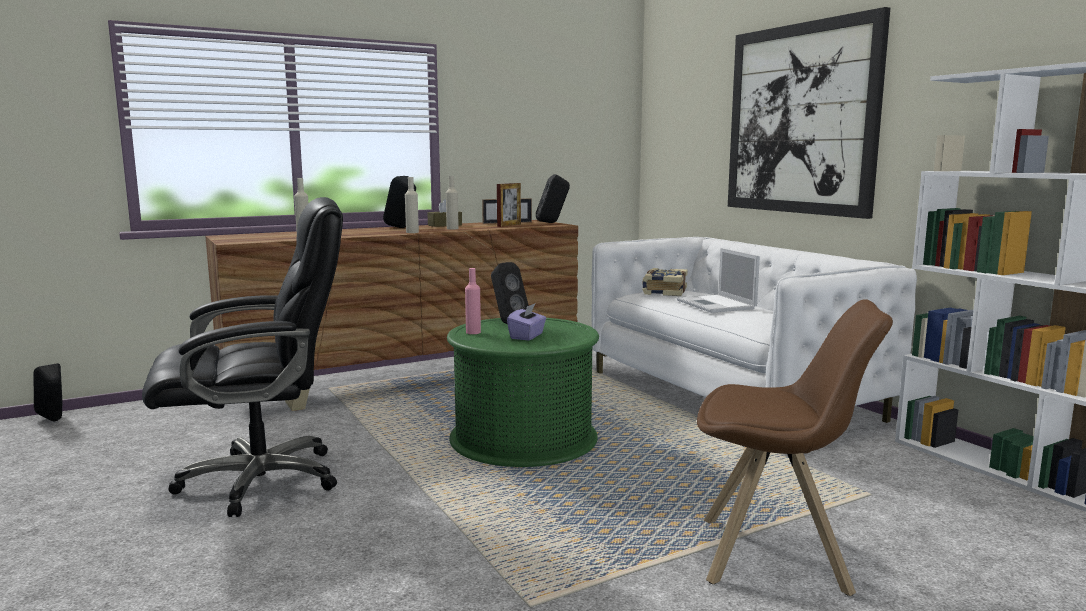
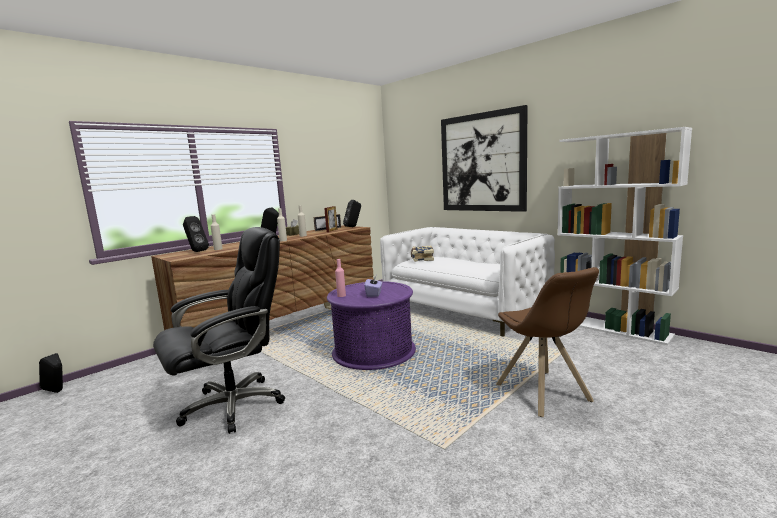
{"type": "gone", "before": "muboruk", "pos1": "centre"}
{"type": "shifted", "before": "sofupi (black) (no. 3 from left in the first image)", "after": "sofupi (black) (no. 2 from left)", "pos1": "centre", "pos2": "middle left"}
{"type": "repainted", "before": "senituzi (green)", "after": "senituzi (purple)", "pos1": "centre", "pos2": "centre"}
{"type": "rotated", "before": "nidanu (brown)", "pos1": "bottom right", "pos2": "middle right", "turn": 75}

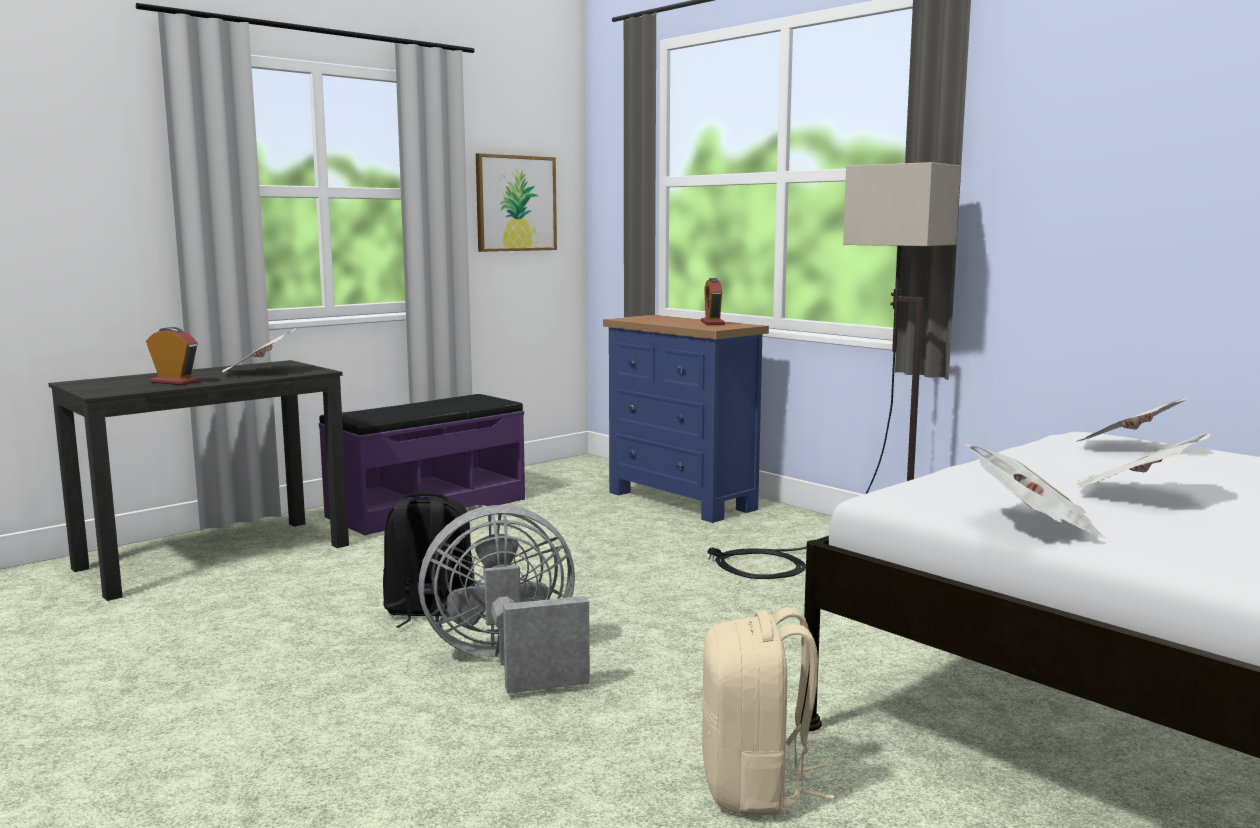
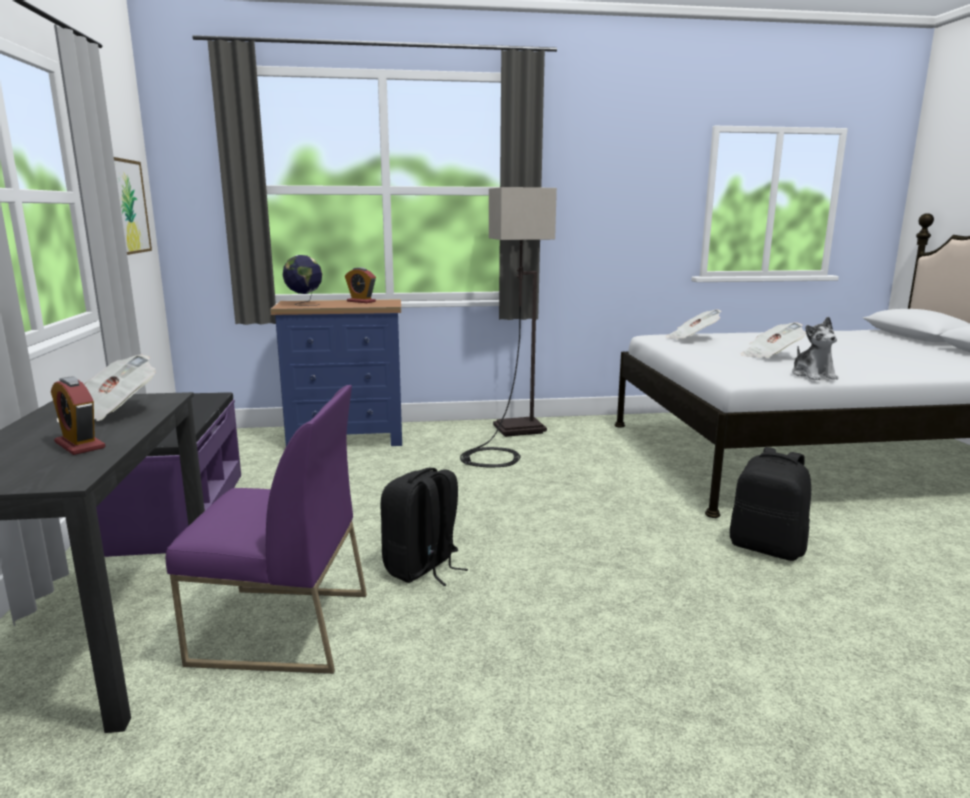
{"type": "gone", "before": "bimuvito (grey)", "pos1": "bottom centre"}
{"type": "new", "after": "nidanu (purple)", "pos2": "middle left"}
{"type": "new", "after": "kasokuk", "pos2": "middle left"}
{"type": "swapped", "before": "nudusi (no. 2 from left)", "after": "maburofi", "pos1": "middle right", "pos2": "middle right"}
{"type": "repainted", "before": "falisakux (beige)", "after": "falisakux (black) (no. 2 from left)", "pos1": "bottom centre", "pos2": "middle right"}
{"type": "rotated", "before": "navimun (no. 1 from left)", "pos1": "middle left", "pos2": "middle left", "turn": -105}

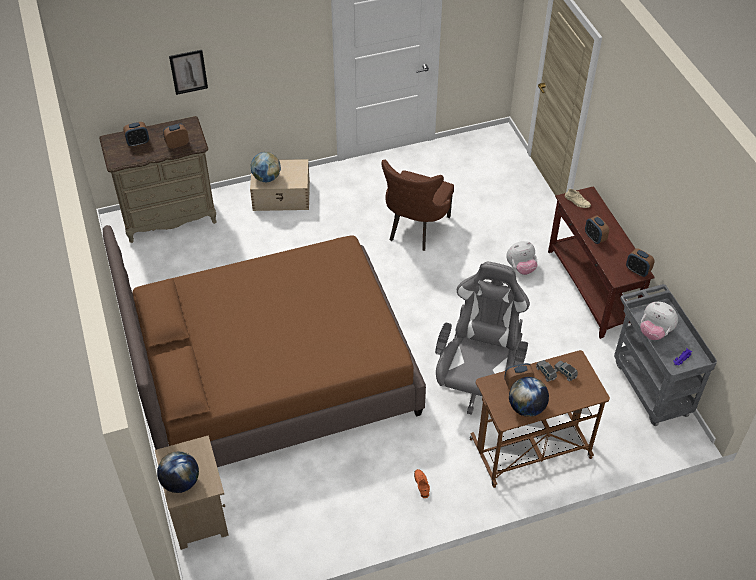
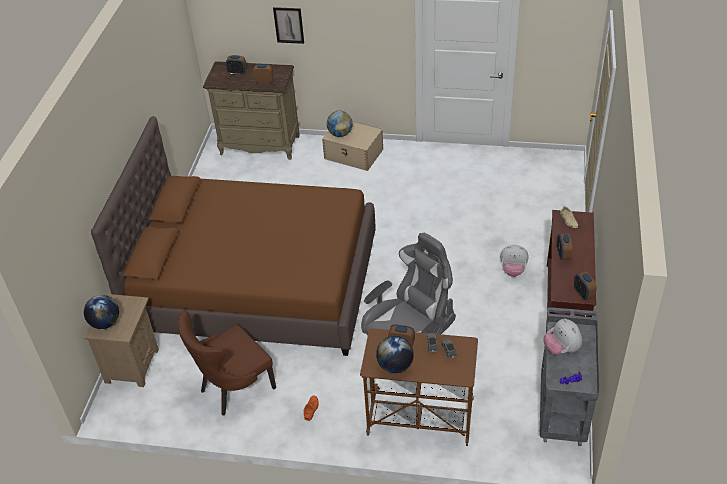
{"type": "shifted", "before": "nidanu (brown)", "pos1": "centre", "pos2": "bottom left"}

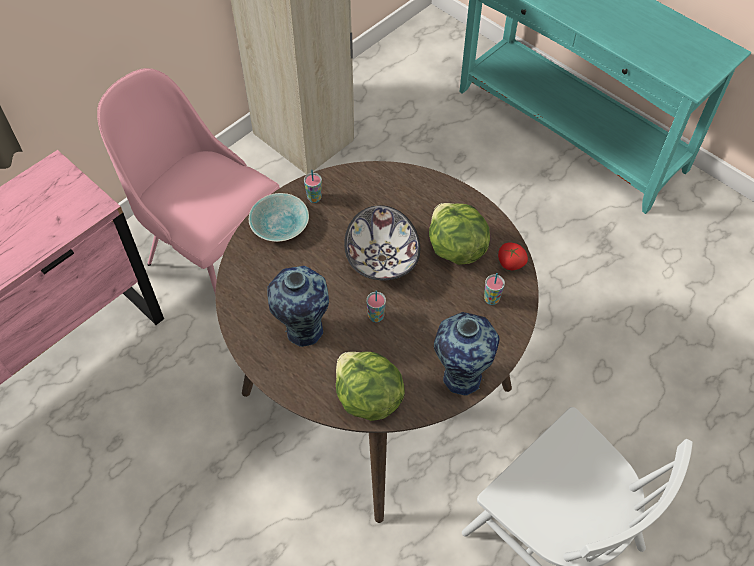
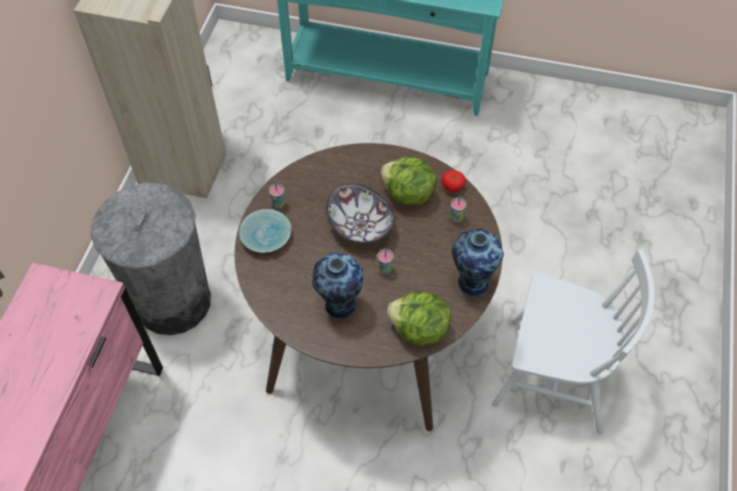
{"type": "swapped", "before": "nidanu (pink)", "after": "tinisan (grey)", "pos1": "top left", "pos2": "middle left"}

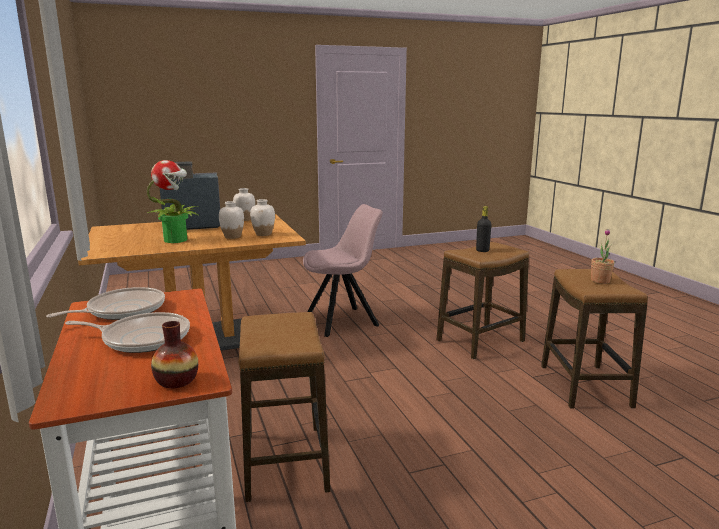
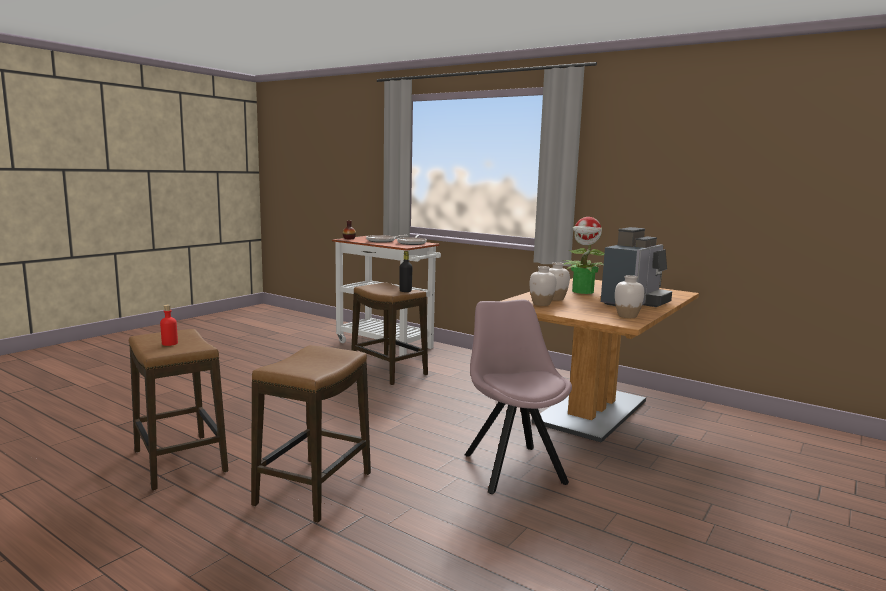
{"type": "shifted", "before": "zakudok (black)", "pos1": "middle right", "pos2": "centre"}
{"type": "swapped", "before": "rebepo (no. 2 from left)", "after": "zakudok (red)", "pos1": "middle right", "pos2": "middle left"}
{"type": "rotated", "before": "nidanu (pink)", "pos1": "centre", "pos2": "bottom centre", "turn": 135}

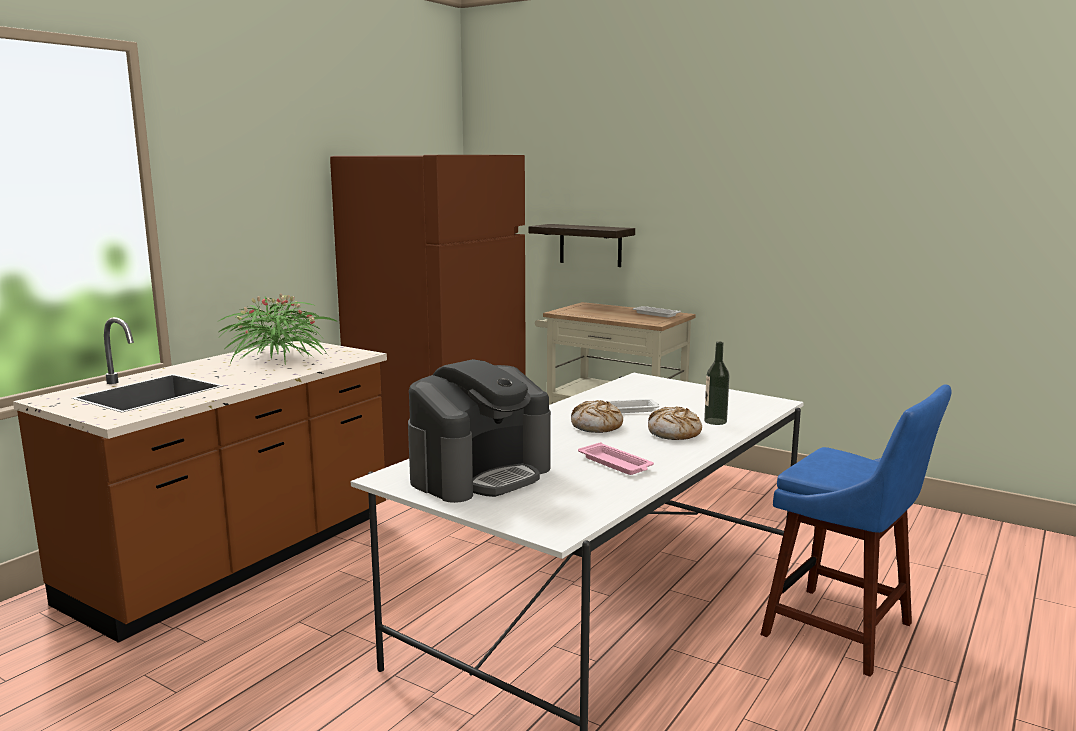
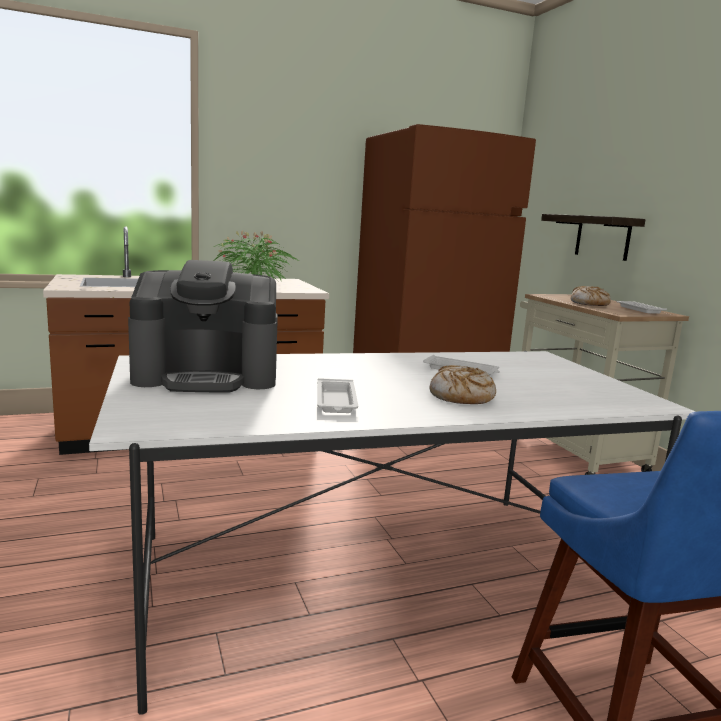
{"type": "gone", "before": "zakudok", "pos1": "centre"}
{"type": "shifted", "before": "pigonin (no. 1 from left in the first image)", "after": "pigonin (no. 2 from left)", "pos1": "centre", "pos2": "middle right"}
{"type": "repainted", "before": "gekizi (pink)", "after": "gekizi (white) (no. 1 from left)", "pos1": "centre", "pos2": "centre"}

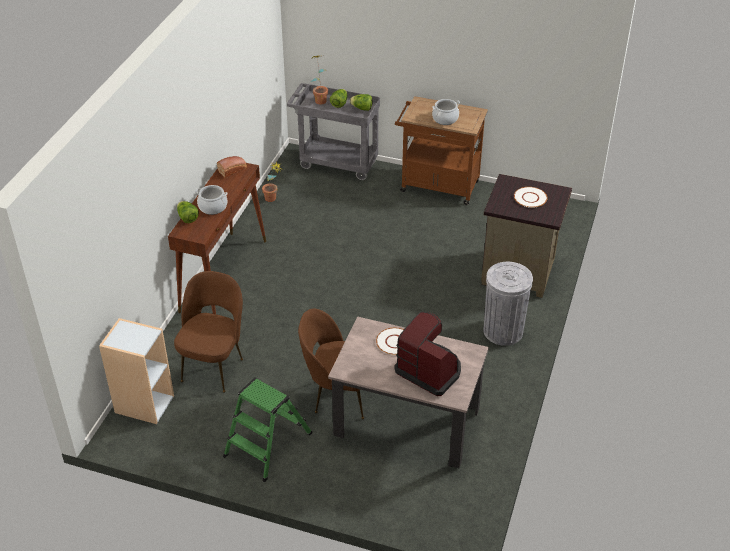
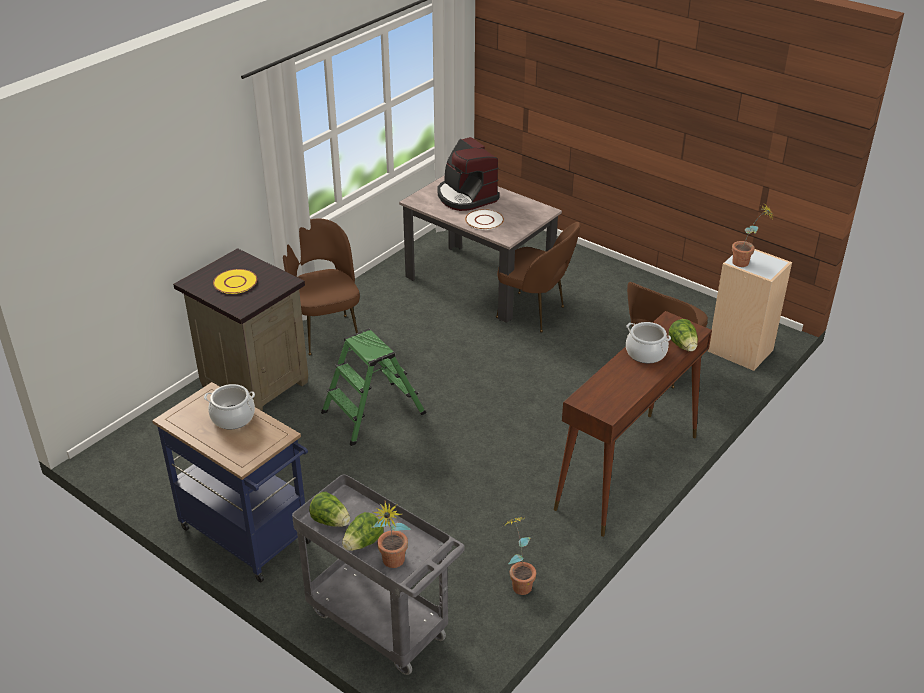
{"type": "gone", "before": "pigonin", "pos1": "top left"}
{"type": "new", "after": "rebepo (no. 3 from left)", "pos2": "middle right"}
{"type": "shifted", "before": "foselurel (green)", "pos1": "bottom centre", "pos2": "centre"}
{"type": "swapped", "before": "tinisan (grey)", "after": "nidanu (brown) (no. 1 from left)", "pos1": "middle right", "pos2": "centre"}
{"type": "repainted", "before": "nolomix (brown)", "after": "nolomix (blue)", "pos1": "top centre", "pos2": "bottom left"}
{"type": "repainted", "before": "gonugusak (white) (no. 2 from left)", "after": "gonugusak (yellow)", "pos1": "middle right", "pos2": "middle left"}

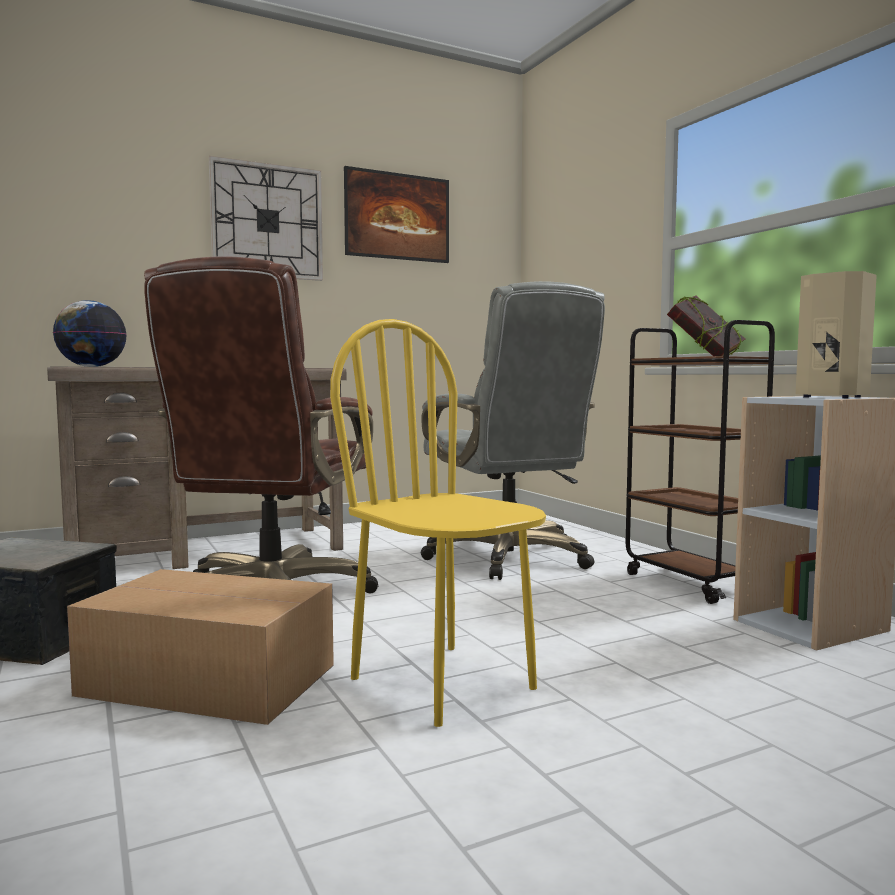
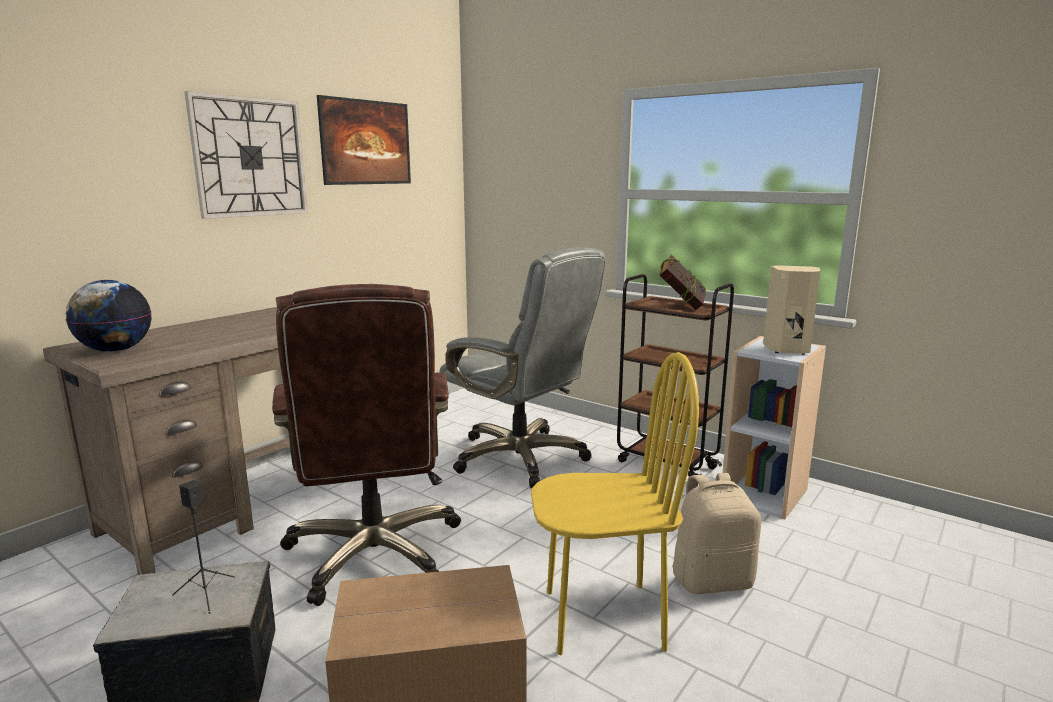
{"type": "new", "after": "sofupi (black)", "pos2": "bottom left"}
{"type": "new", "after": "falisakux (beige)", "pos2": "bottom right"}
{"type": "rotated", "before": "nidanu (yellow)", "pos1": "centre", "pos2": "bottom centre", "turn": 150}

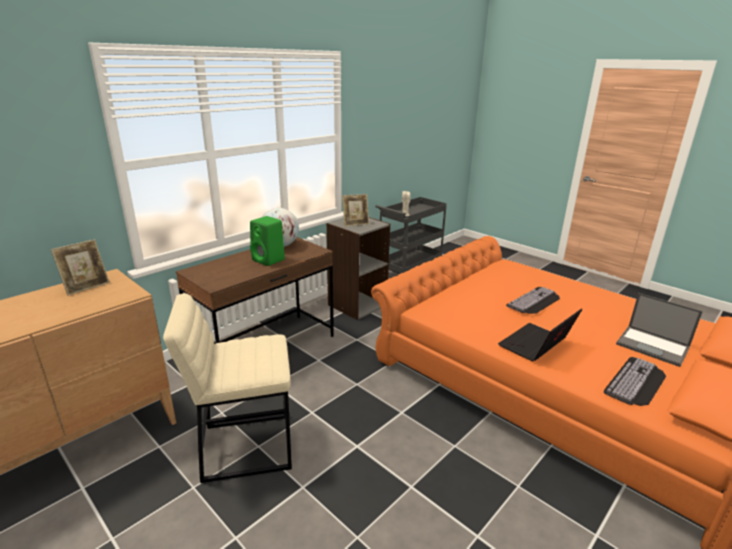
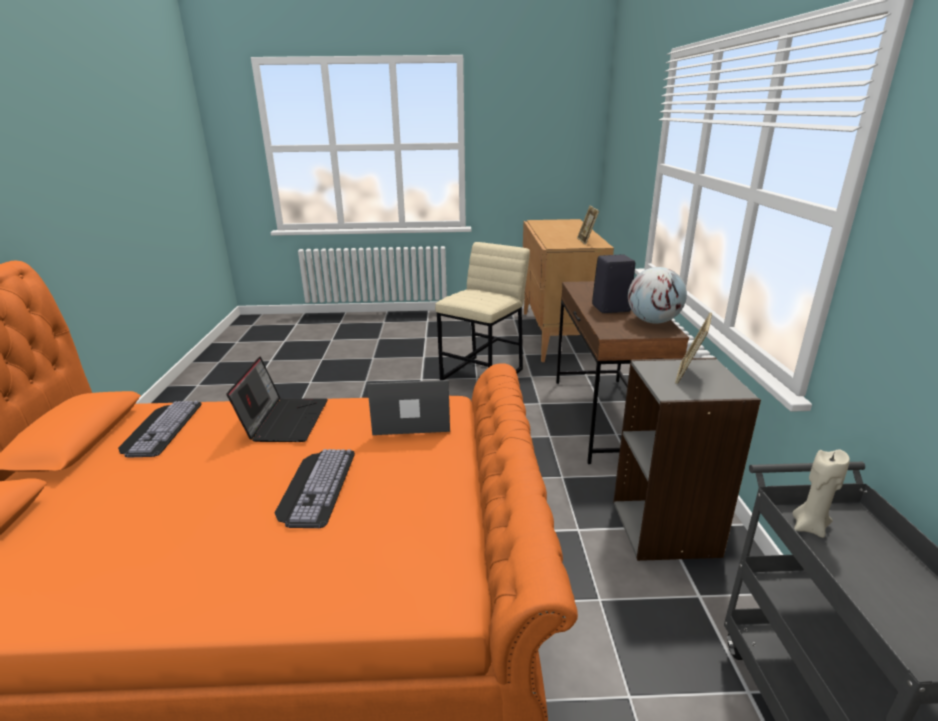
{"type": "shifted", "before": "muboruk (no. 2 from left)", "pos1": "middle right", "pos2": "centre"}
{"type": "repainted", "before": "sofupi (green)", "after": "sofupi (black)", "pos1": "centre", "pos2": "centre"}

